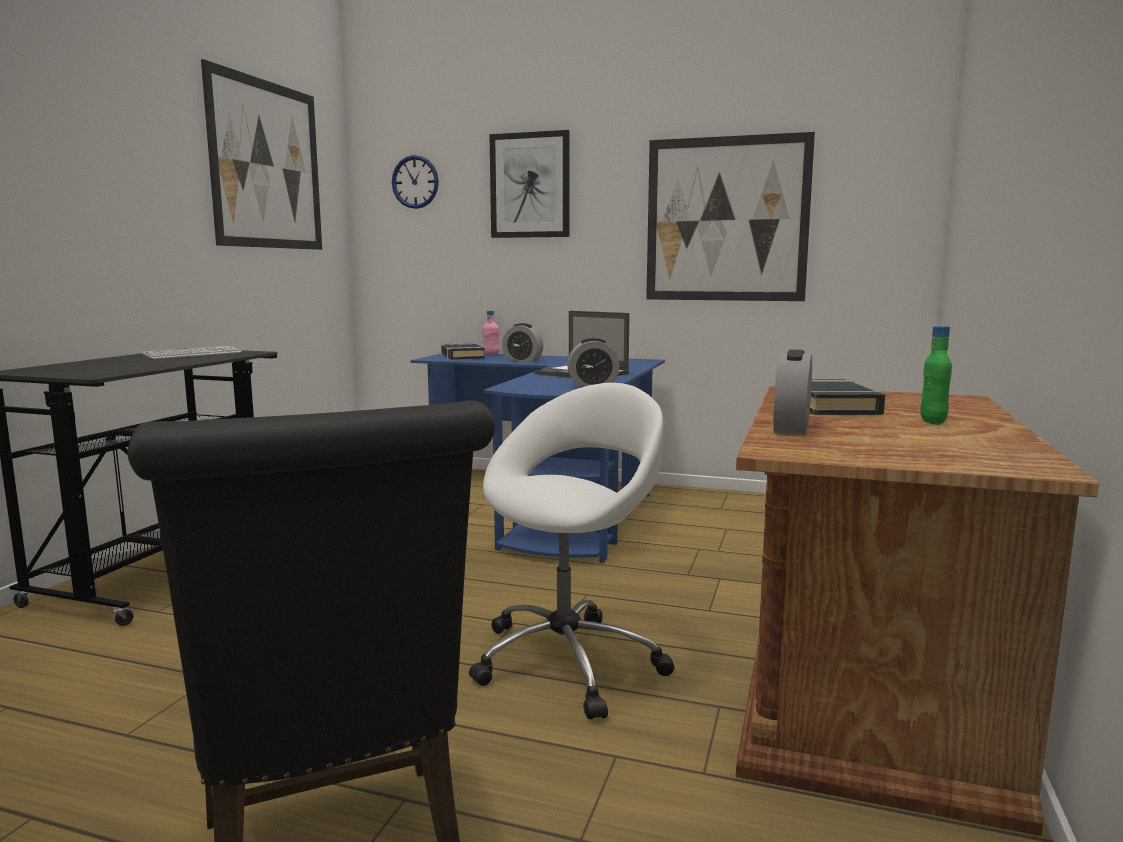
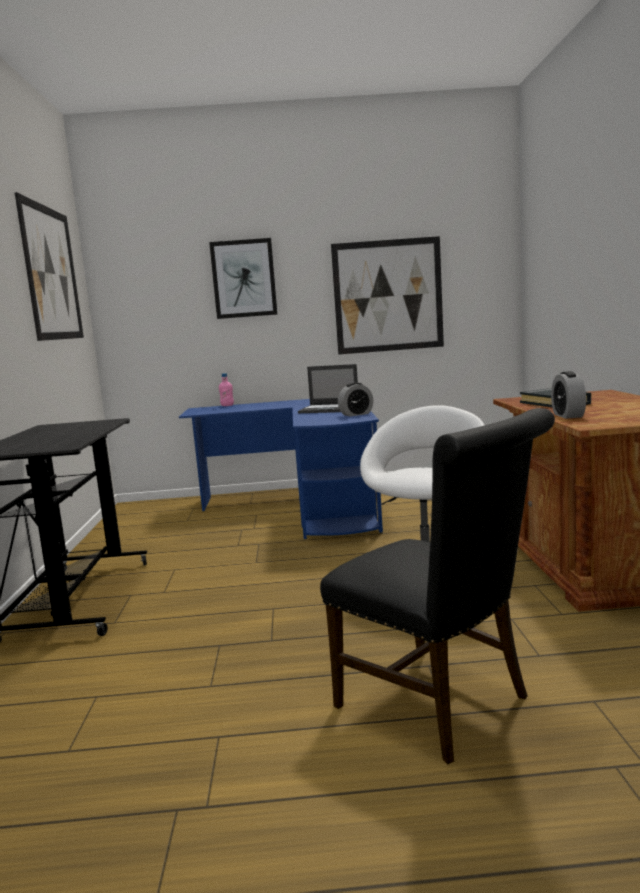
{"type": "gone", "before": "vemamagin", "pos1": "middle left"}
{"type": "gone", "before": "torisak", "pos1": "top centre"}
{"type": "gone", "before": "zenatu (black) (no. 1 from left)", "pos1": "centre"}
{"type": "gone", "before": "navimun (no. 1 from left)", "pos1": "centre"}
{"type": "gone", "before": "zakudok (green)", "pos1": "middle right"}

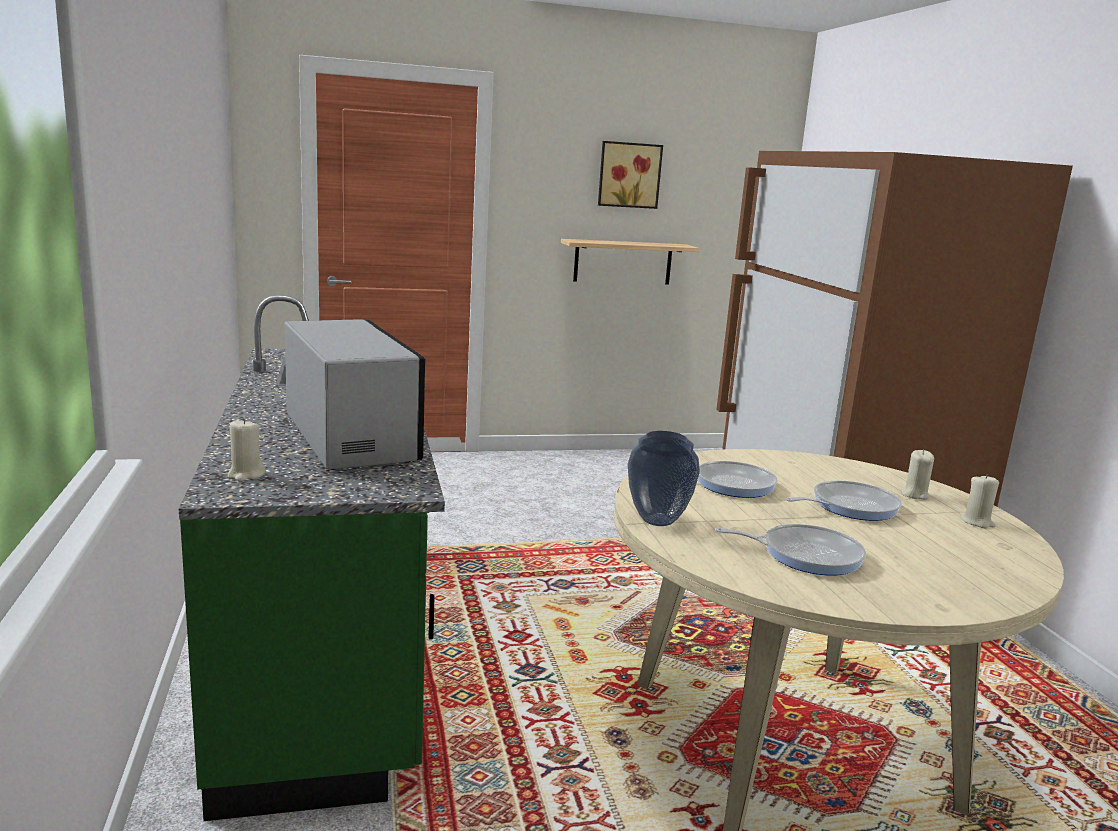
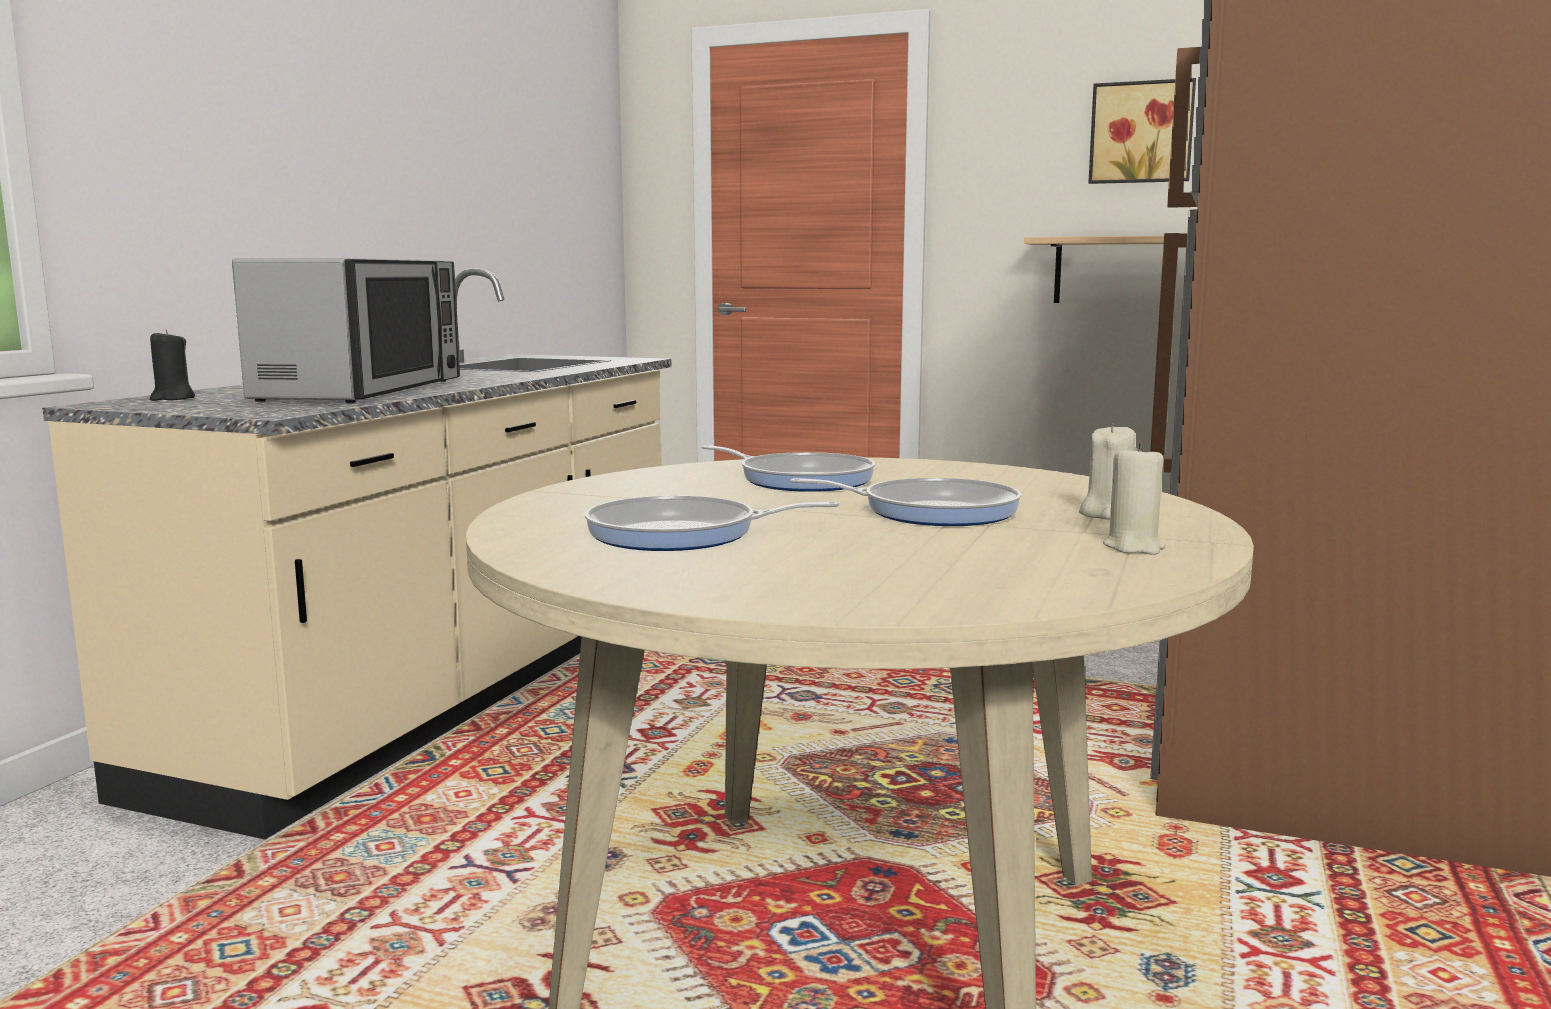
{"type": "gone", "before": "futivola", "pos1": "centre"}
{"type": "repainted", "before": "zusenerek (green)", "after": "zusenerek (beige)", "pos1": "bottom left", "pos2": "middle left"}
{"type": "repainted", "before": "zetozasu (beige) (no. 1 from left)", "after": "zetozasu (black)", "pos1": "middle left", "pos2": "middle left"}
{"type": "rotated", "before": "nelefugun (no. 2 from left in the first image)", "pos1": "middle right", "pos2": "centre", "turn": 135}

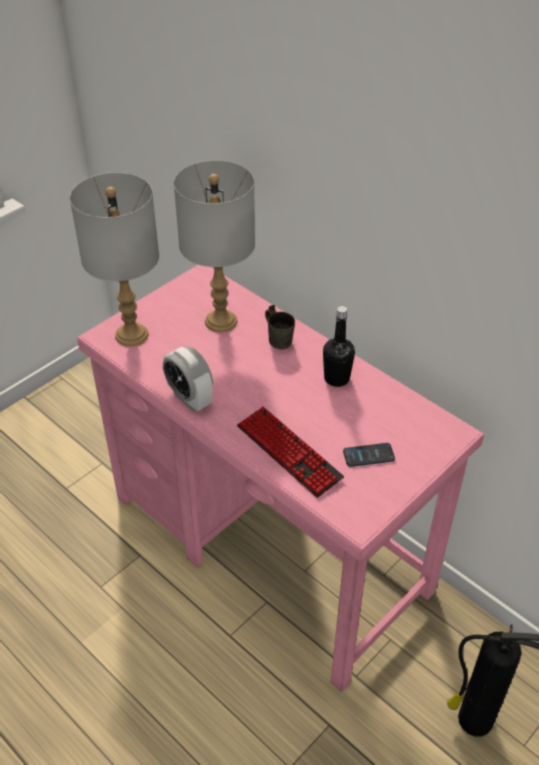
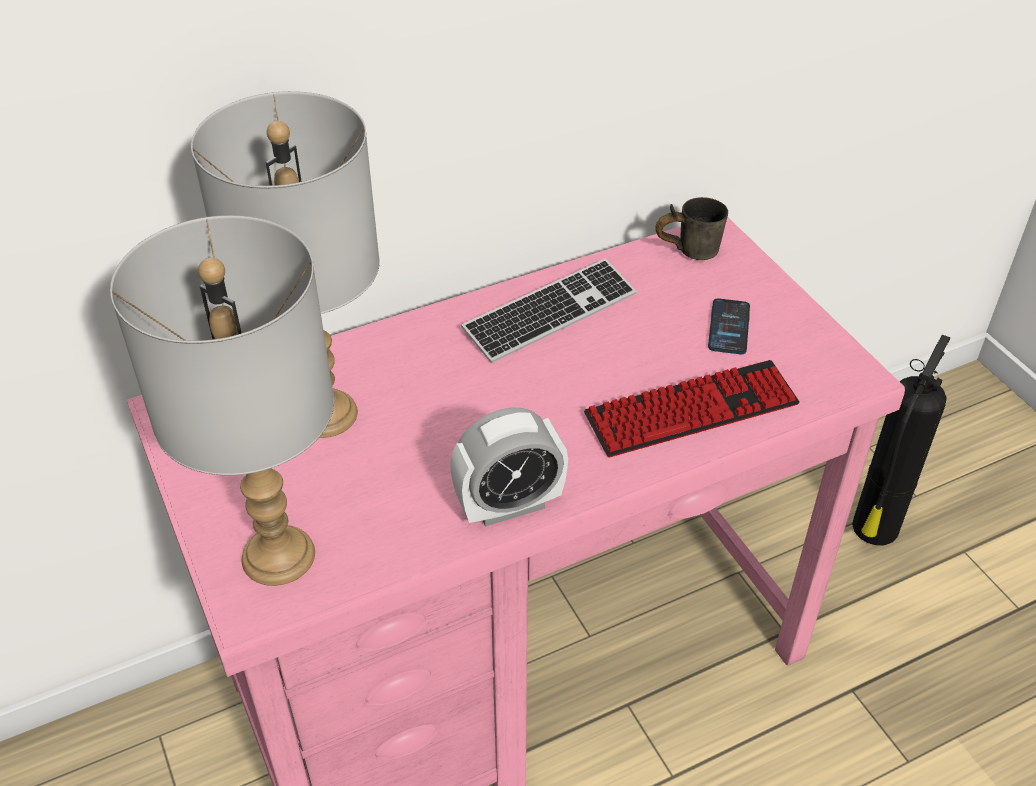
{"type": "shifted", "before": "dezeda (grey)", "pos1": "centre", "pos2": "top right"}
{"type": "swapped", "before": "zakudok (black)", "after": "vemamagin (no. 1 from left)", "pos1": "centre", "pos2": "centre"}

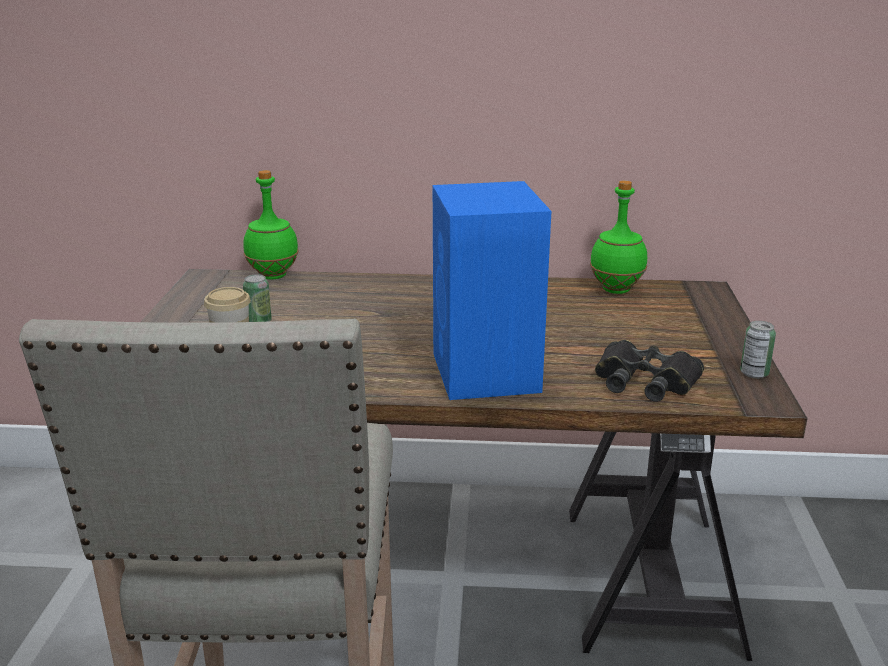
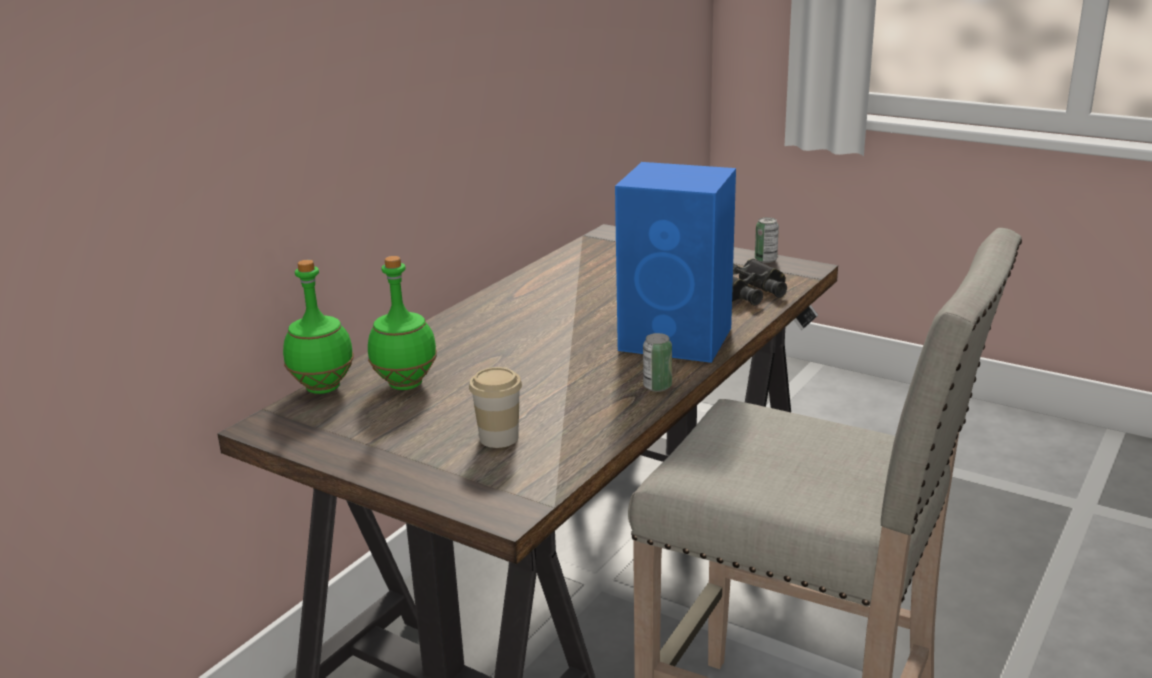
{"type": "shifted", "before": "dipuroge (no. 1 from left)", "pos1": "middle left", "pos2": "centre"}
{"type": "shifted", "before": "zakudok (green) (no. 2 from left)", "pos1": "middle right", "pos2": "centre"}

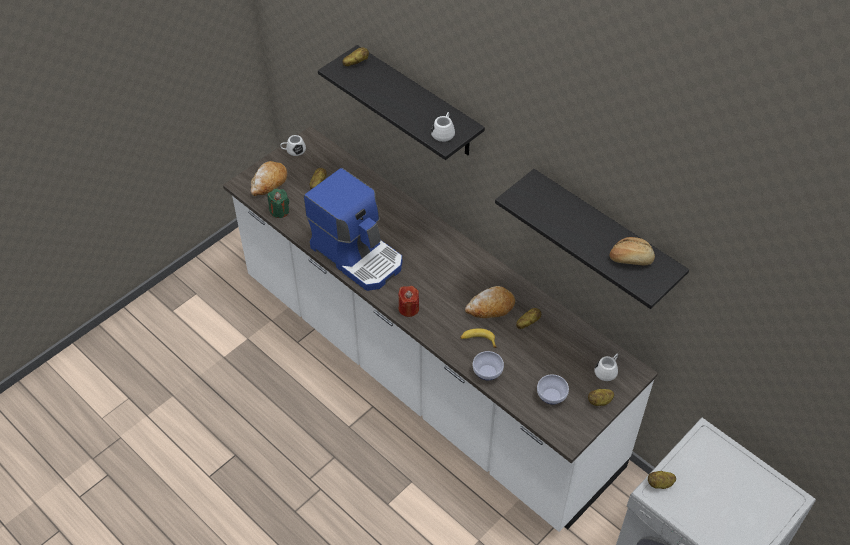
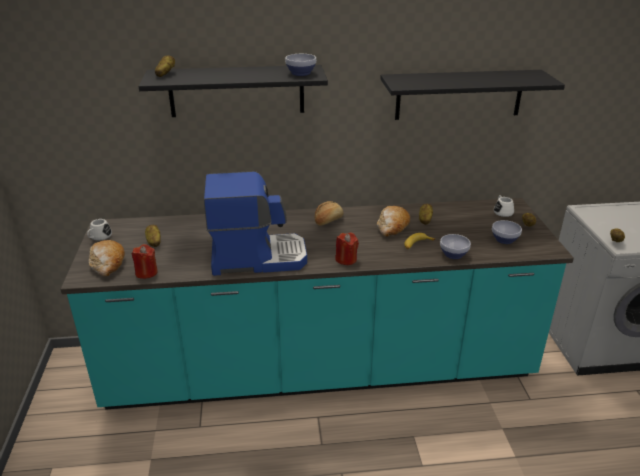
{"type": "shifted", "before": "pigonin (no. 3 from left in the first image)", "after": "pigonin (no. 2 from left)", "pos1": "middle right", "pos2": "centre"}
{"type": "swapped", "before": "dezeda (white) (no. 2 from left)", "after": "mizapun (no. 1 from left)", "pos1": "top centre", "pos2": "top centre"}
{"type": "repainted", "before": "zusenerek (white)", "after": "zusenerek (turquoise)", "pos1": "centre", "pos2": "centre"}
{"type": "repainted", "before": "zetozasu (green)", "after": "zetozasu (red) (no. 1 from left)", "pos1": "middle left", "pos2": "middle left"}

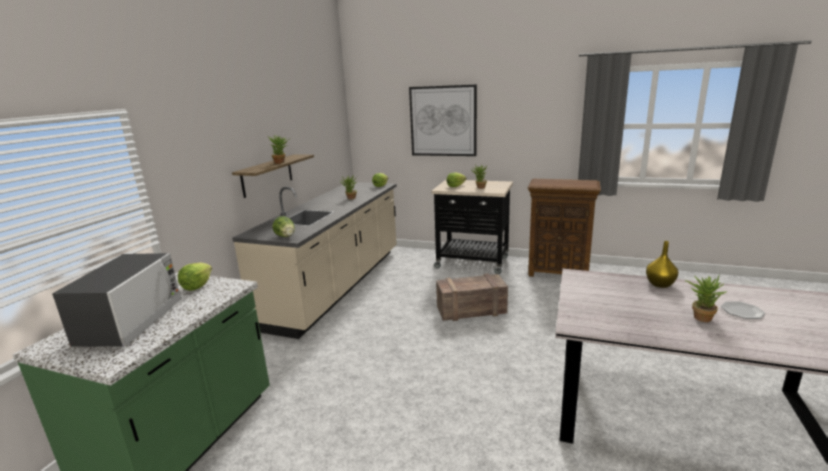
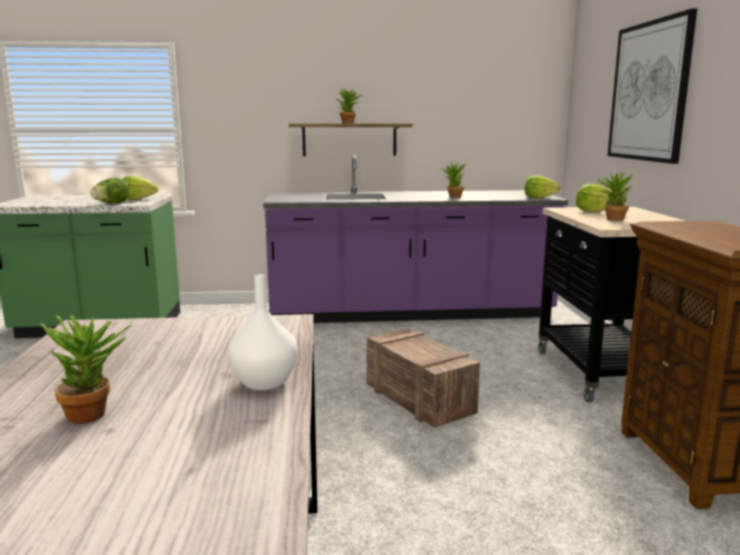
{"type": "gone", "before": "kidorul", "pos1": "middle left"}
{"type": "gone", "before": "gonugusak", "pos1": "middle right"}
{"type": "shifted", "before": "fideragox (no. 2 from left in the first image)", "after": "fideragox (no. 1 from left)", "pos1": "centre", "pos2": "middle left"}
{"type": "repainted", "before": "zusenerek (beige)", "after": "zusenerek (purple)", "pos1": "centre", "pos2": "centre"}
{"type": "repainted", "before": "futivola (yellow)", "after": "futivola (white)", "pos1": "middle right", "pos2": "centre"}

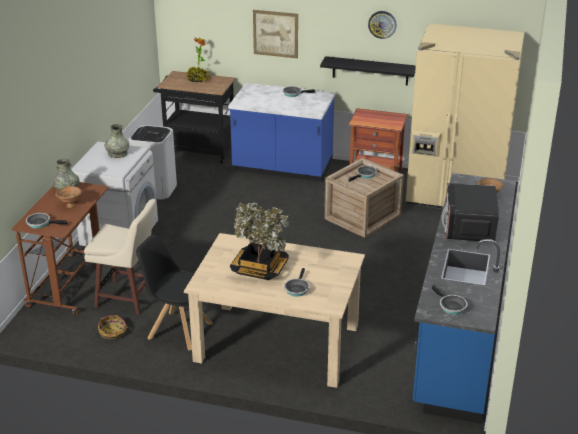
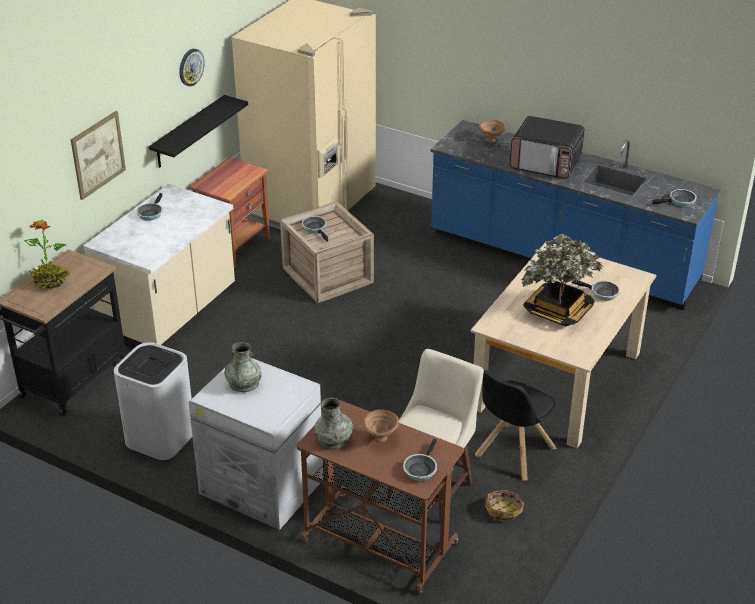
{"type": "repainted", "before": "zusenerek (blue) (no. 1 from left)", "after": "zusenerek (beige)", "pos1": "top centre", "pos2": "middle left"}

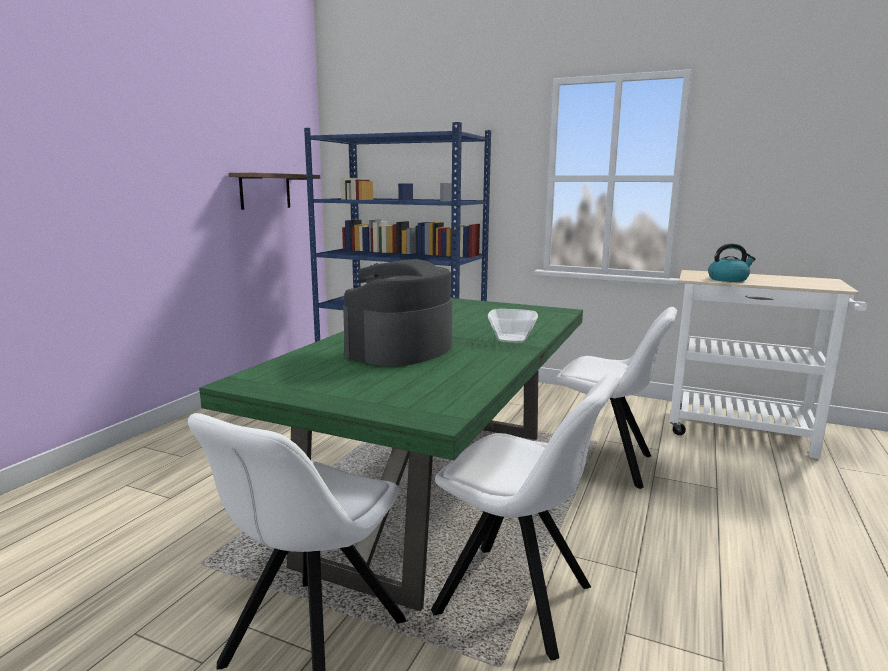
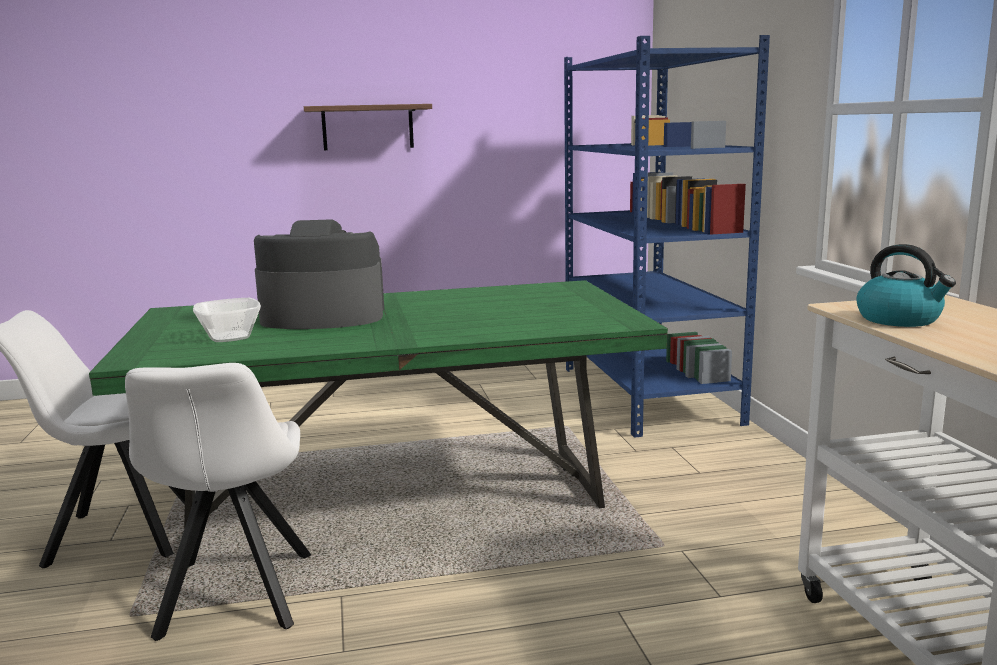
{"type": "gone", "before": "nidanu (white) (no. 3 from left)", "pos1": "middle right"}
{"type": "shifted", "before": "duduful", "pos1": "top left", "pos2": "top centre"}
{"type": "shifted", "before": "mizapun", "pos1": "centre", "pos2": "middle left"}

